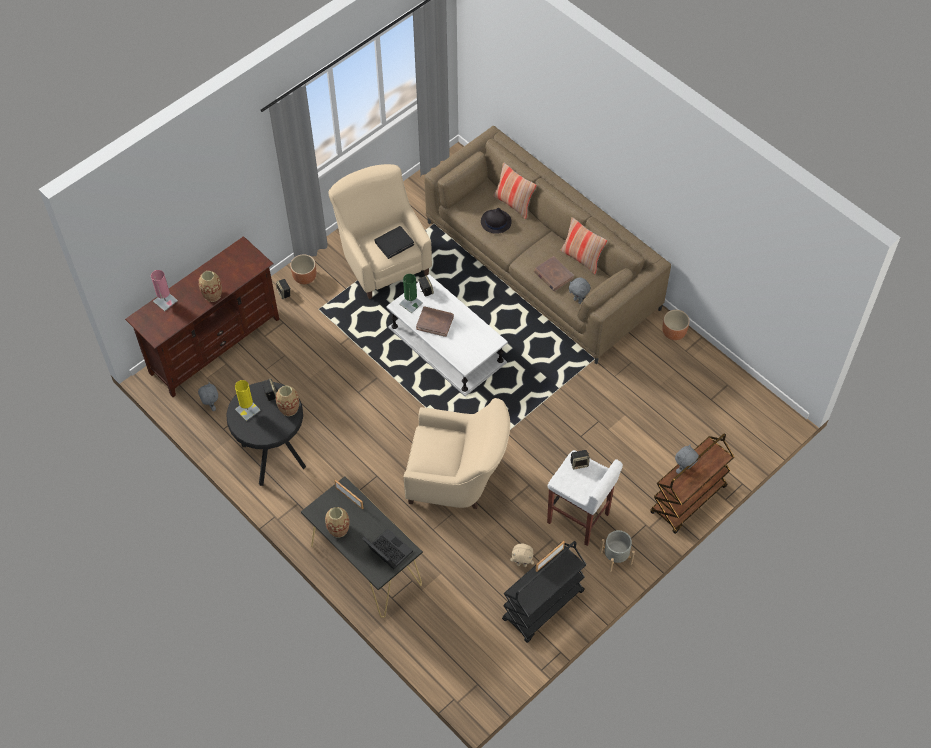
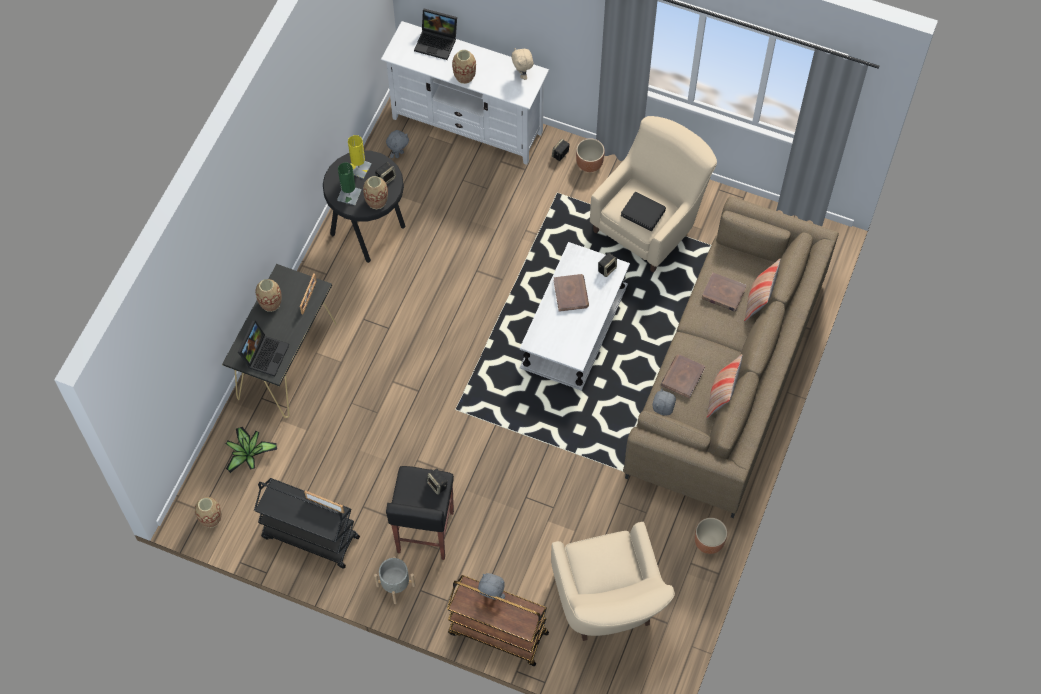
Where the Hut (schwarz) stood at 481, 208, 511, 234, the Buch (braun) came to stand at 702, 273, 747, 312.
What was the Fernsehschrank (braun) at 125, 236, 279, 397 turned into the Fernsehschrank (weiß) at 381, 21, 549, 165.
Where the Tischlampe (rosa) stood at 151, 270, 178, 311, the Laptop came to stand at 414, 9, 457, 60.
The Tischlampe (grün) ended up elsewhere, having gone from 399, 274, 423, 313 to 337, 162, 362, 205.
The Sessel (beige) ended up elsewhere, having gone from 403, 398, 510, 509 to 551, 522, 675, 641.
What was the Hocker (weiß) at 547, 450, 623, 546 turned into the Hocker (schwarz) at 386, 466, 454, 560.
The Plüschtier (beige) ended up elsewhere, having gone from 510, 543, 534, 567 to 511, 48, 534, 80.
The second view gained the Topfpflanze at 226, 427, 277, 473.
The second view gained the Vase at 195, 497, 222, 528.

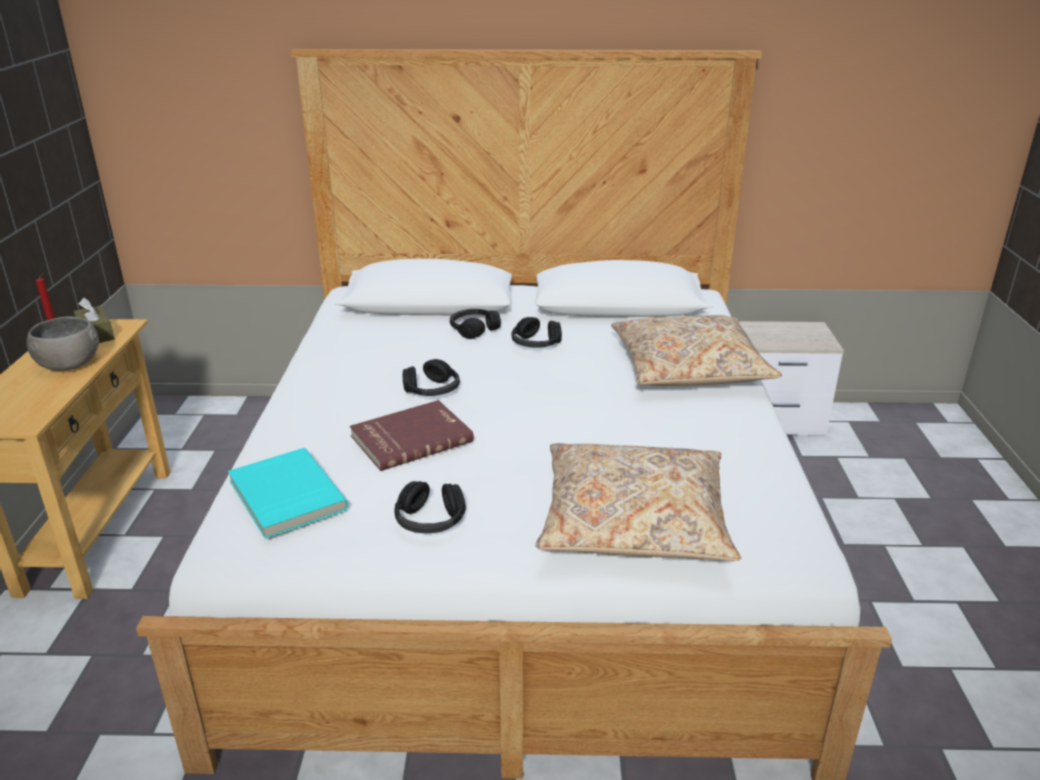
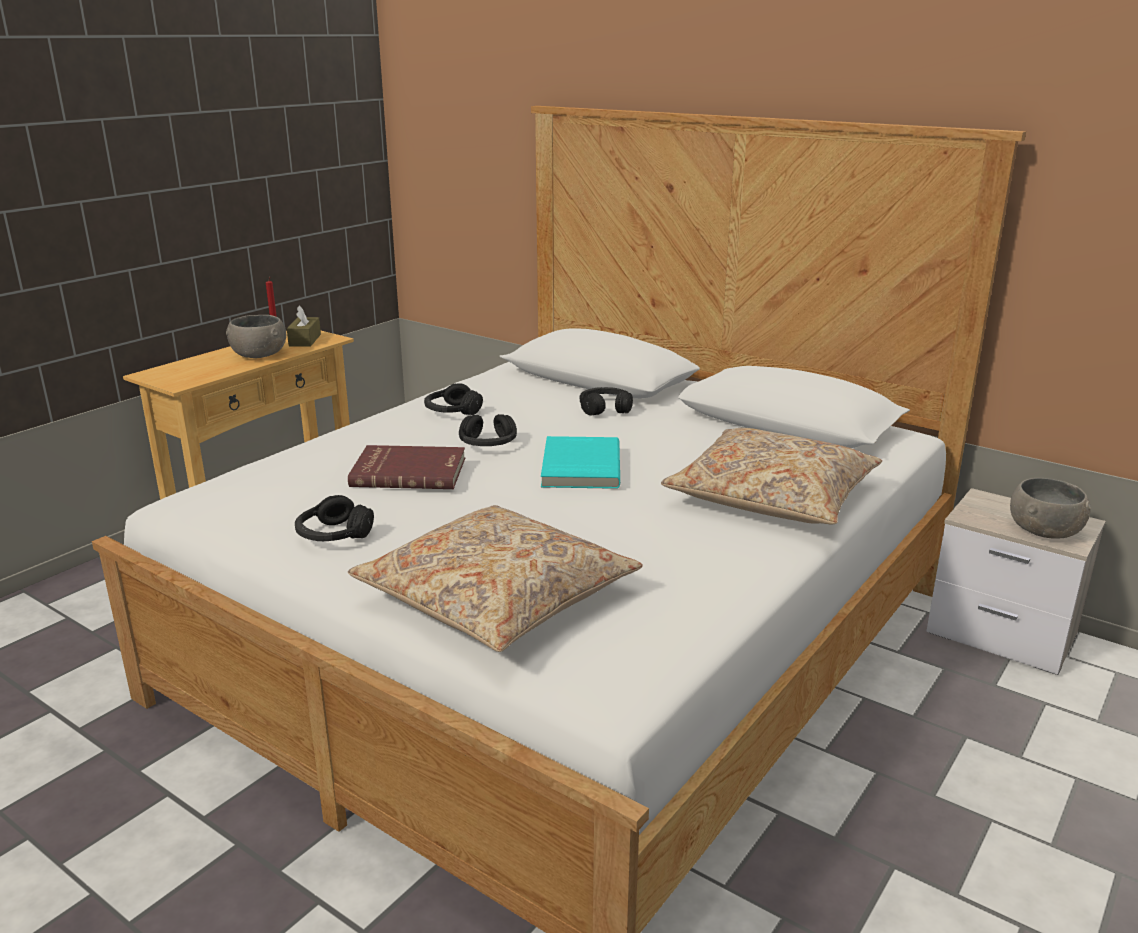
The Kopfhörer (schwarz) ended up elsewhere, having gone from 512, 317, 562, 348 to 424, 383, 483, 415.
The Buch (türkis) ended up elsewhere, having gone from 228, 448, 348, 539 to 541, 436, 620, 489.
The second view gained the Schüssel (grau) at 1010, 478, 1091, 538.

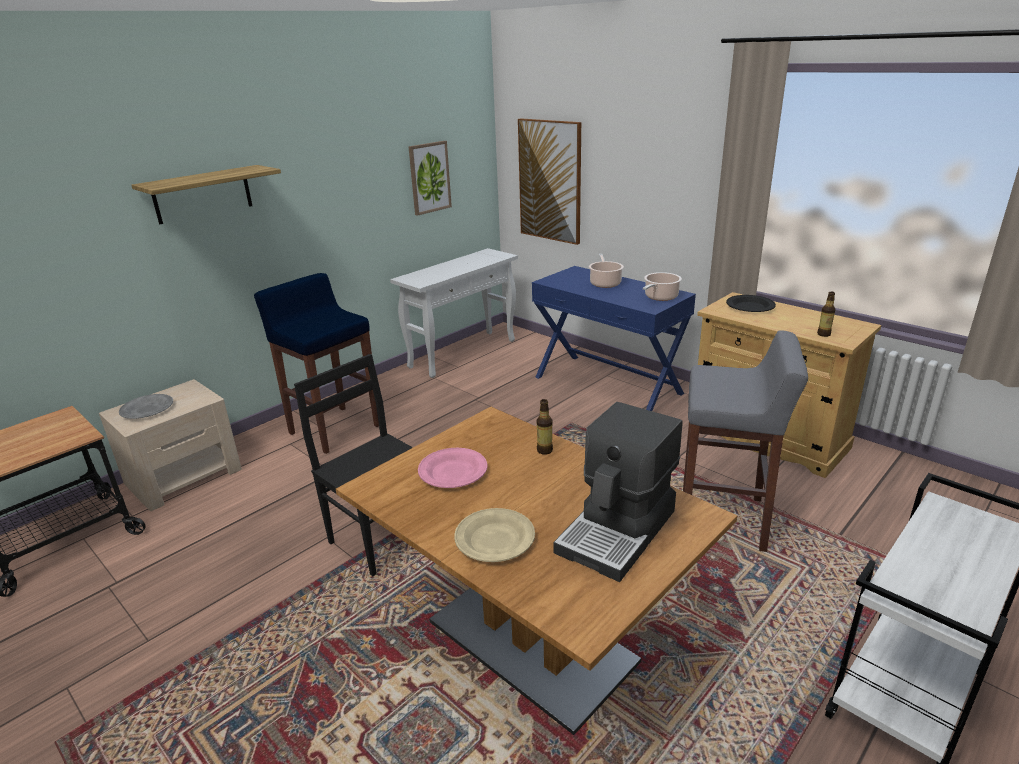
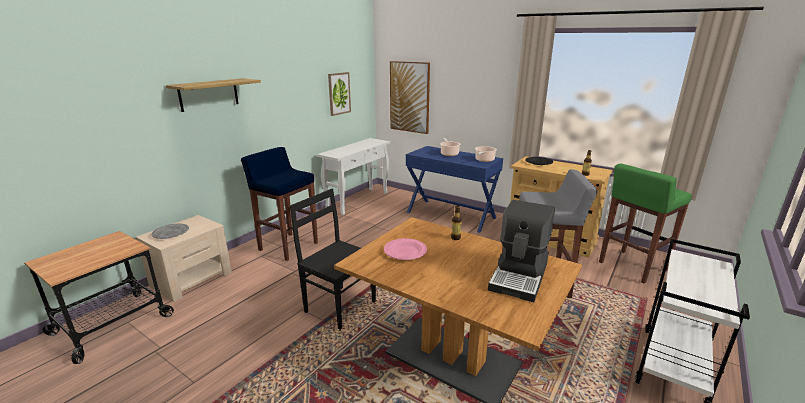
The second view lost the Teller (beige) at 454, 508, 535, 562.
The second view gained the Hocker (grün) at 599, 164, 692, 283.

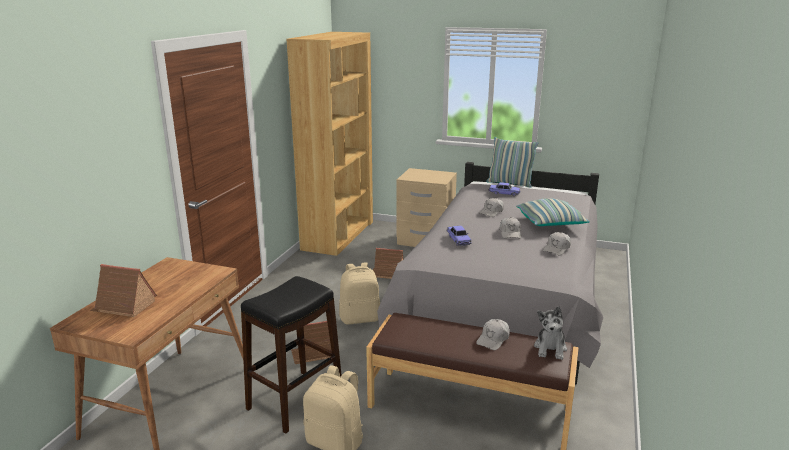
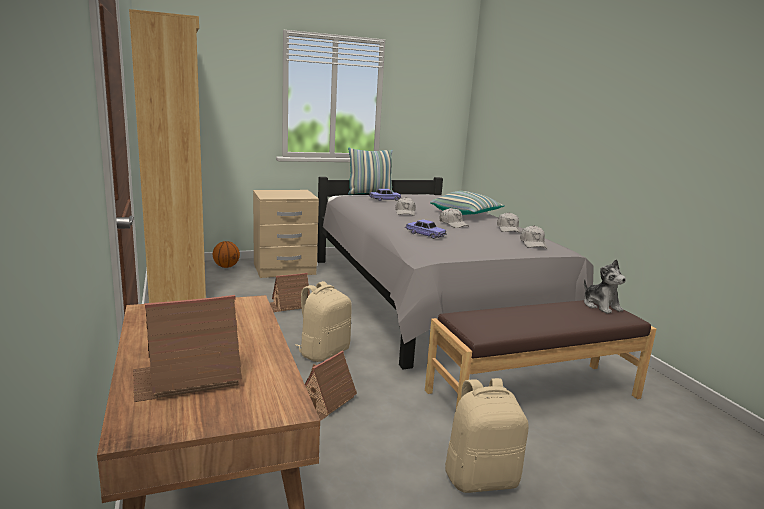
The second view lost the Hocker (schwarz) at 241, 276, 341, 434.
The Kappe (weiß) ended up elsewhere, having gone from 476, 319, 510, 350 to 520, 226, 547, 248.
The second view gained the Basketball at 213, 241, 240, 268.

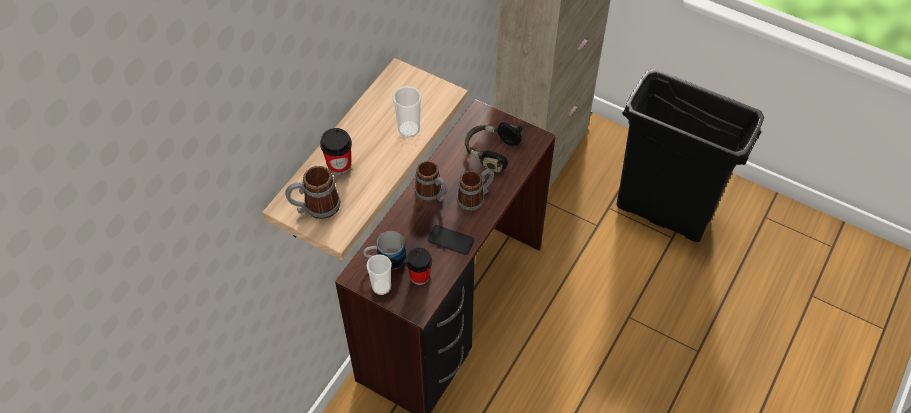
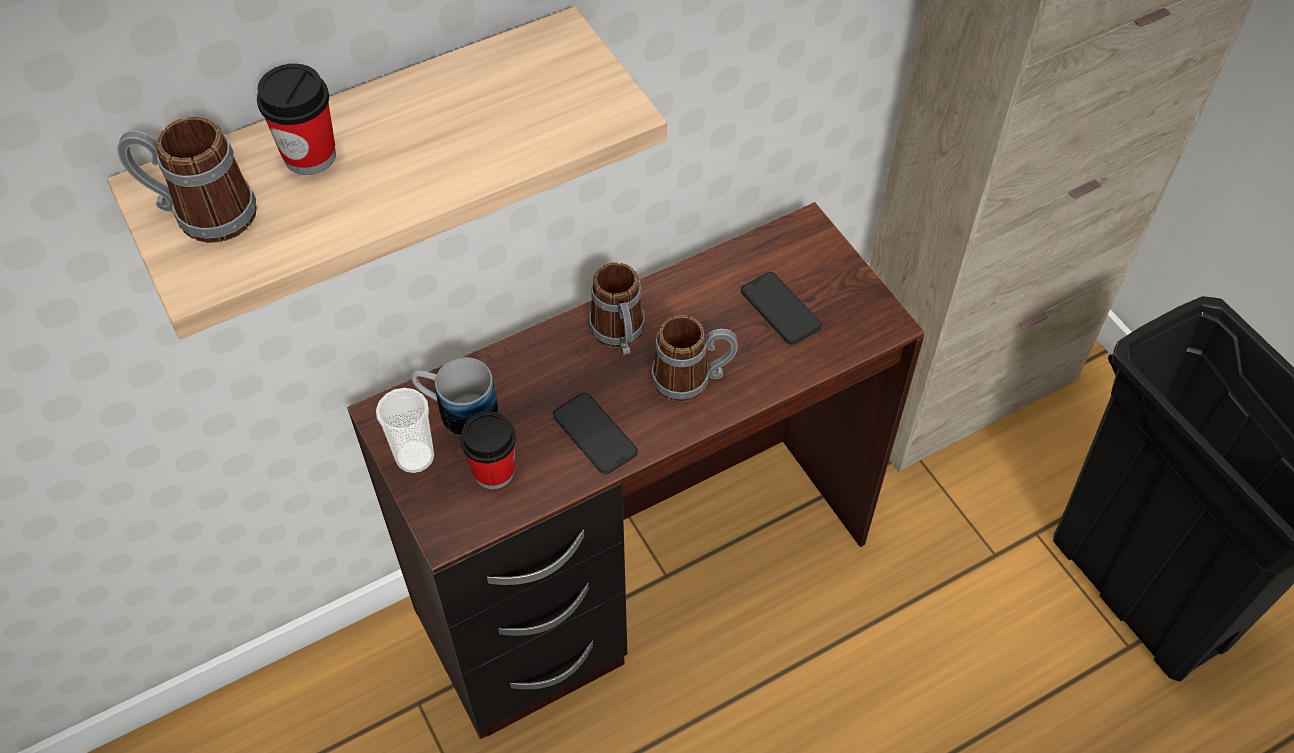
The second view lost the Tasse at 392, 86, 422, 138.
Where the Kopfhörer (schwarz) stood at 465, 122, 525, 173, the Handy came to stand at 741, 272, 822, 345.

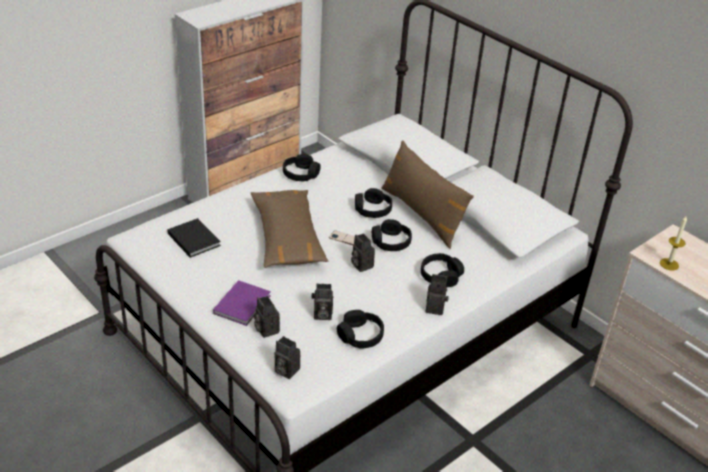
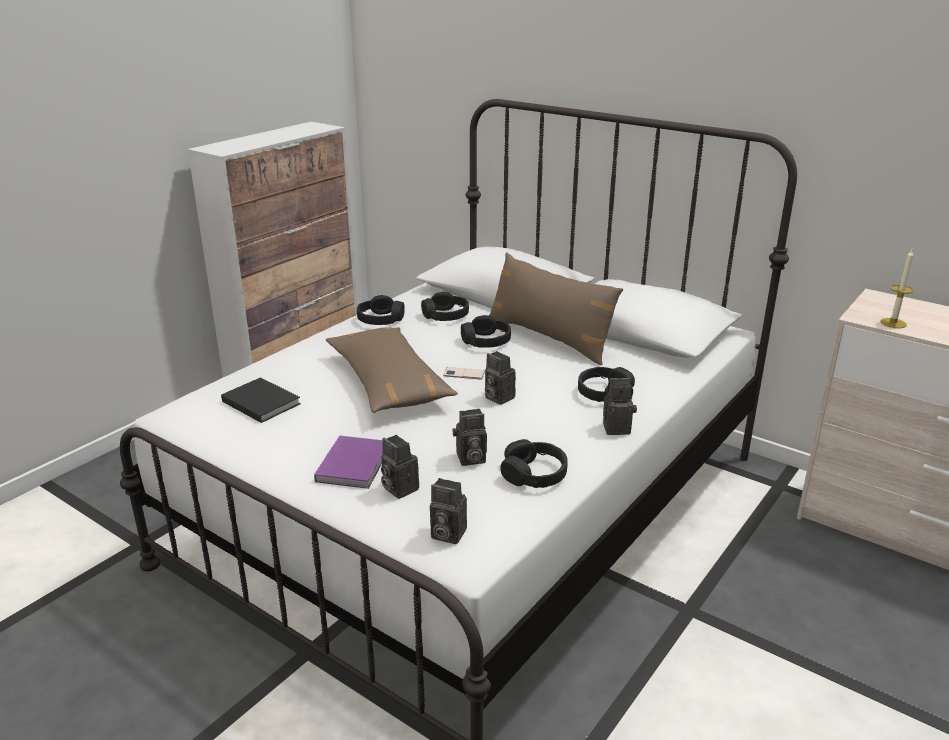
The Kopfhörer (schwarz) ended up elsewhere, having gone from 372, 219, 412, 251 to 421, 292, 469, 321.

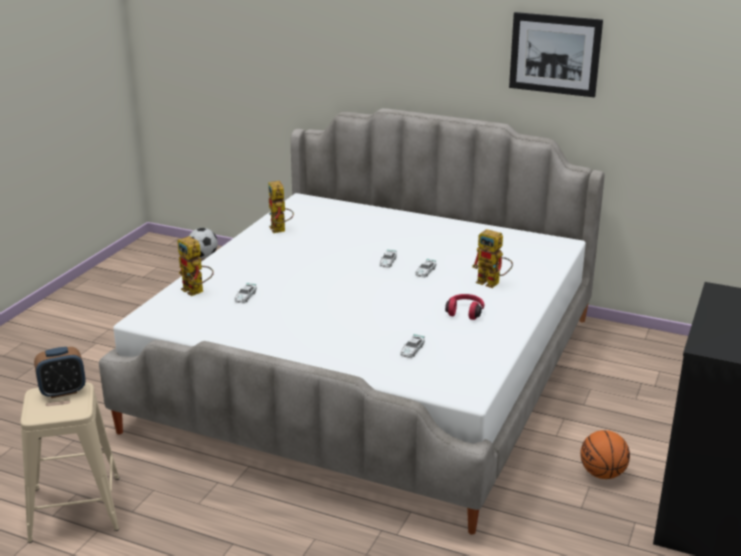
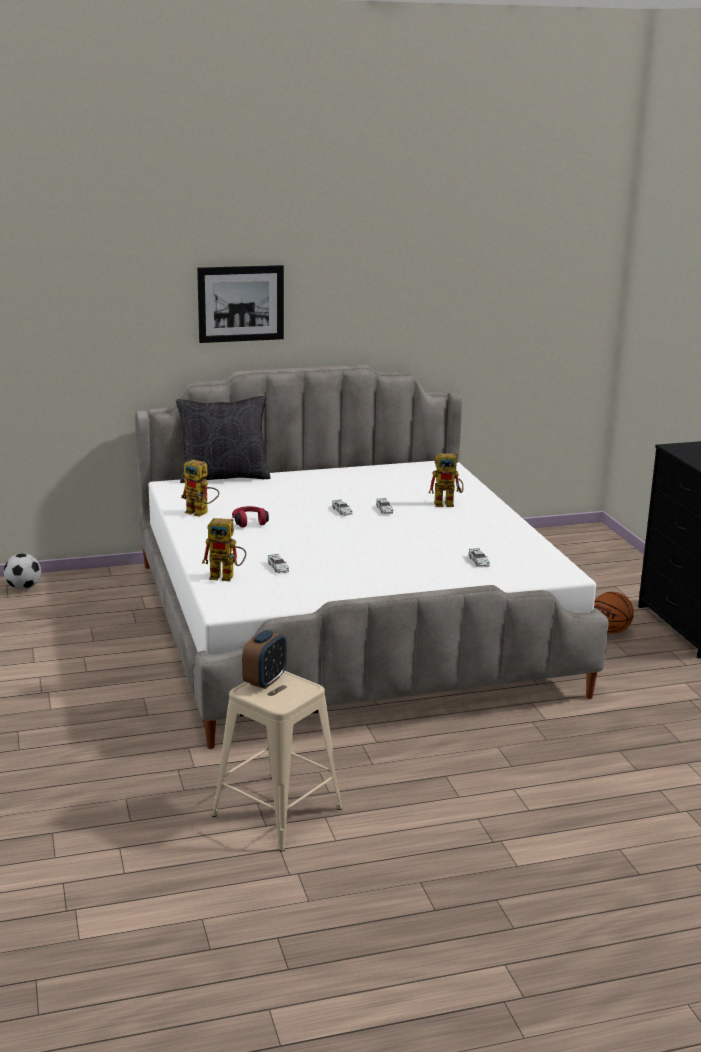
The Bild ended up elsewhere, having gone from 509, 12, 603, 97 to 197, 265, 284, 343.
The Kopfhörer (rot) ended up elsewhere, having gone from 445, 294, 484, 320 to 232, 506, 269, 527.
The second view gained the Kissen (schwarz) at 176, 396, 271, 483.

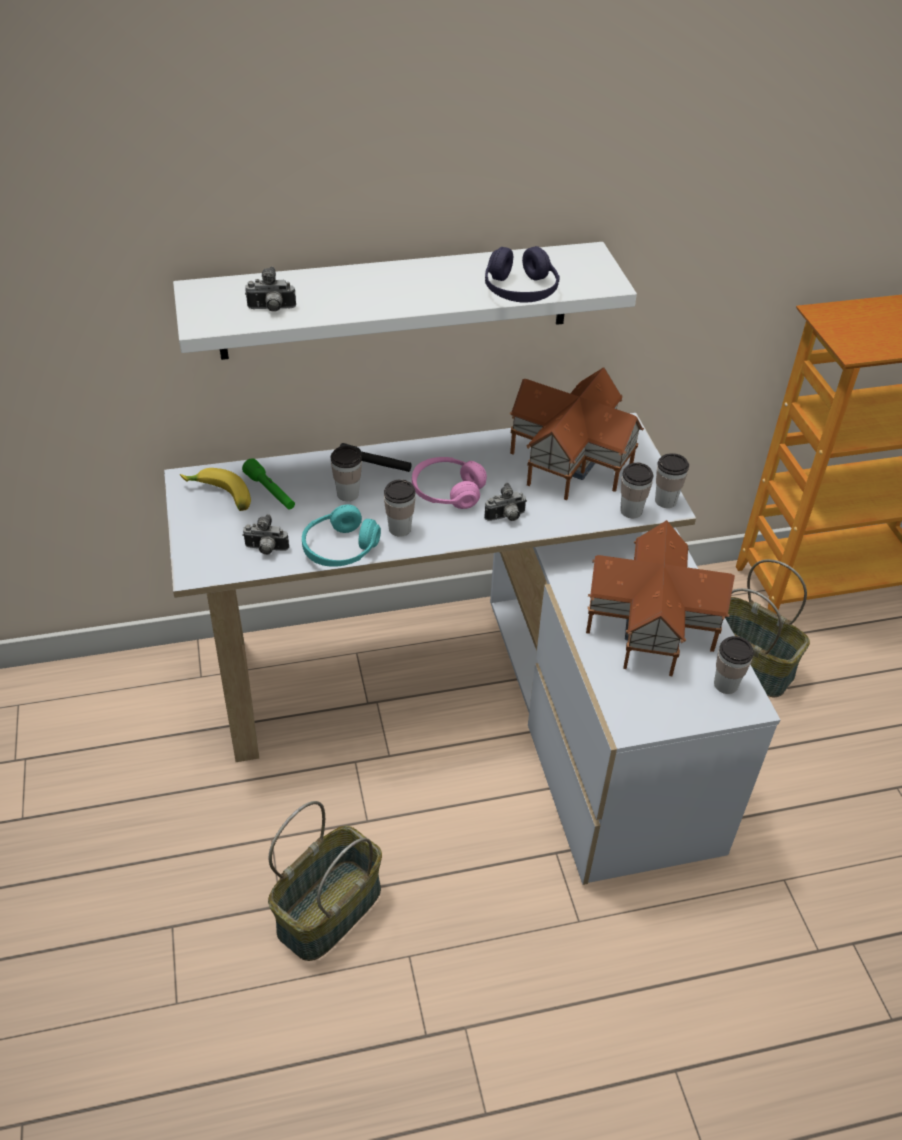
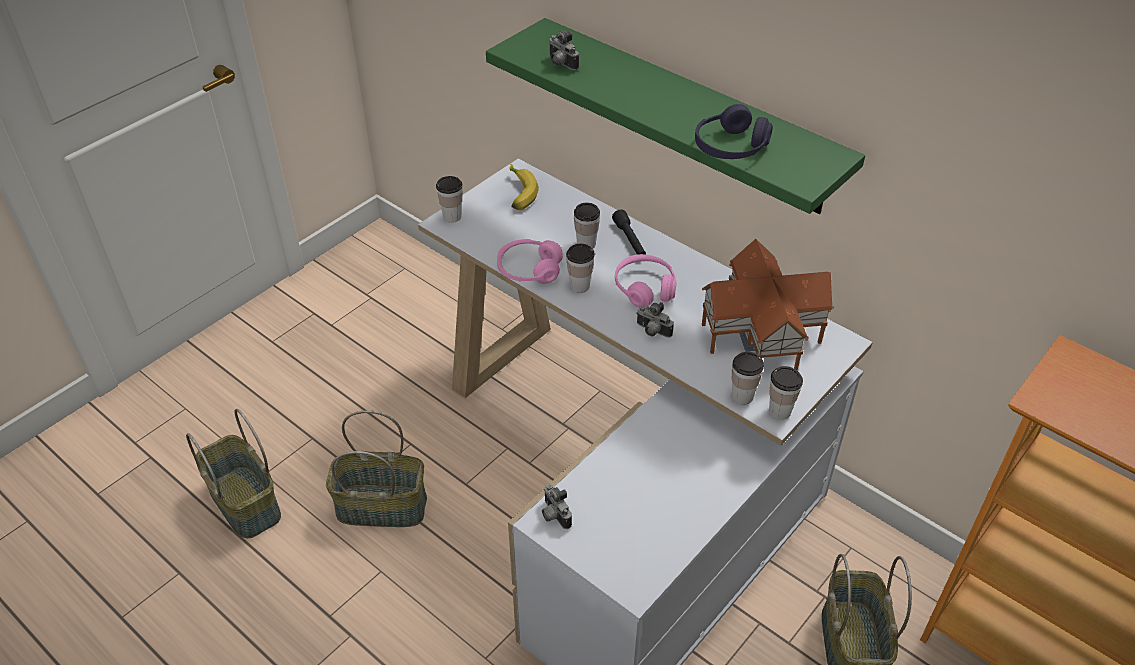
What was the Wandregal (weiß) at 173, 242, 637, 360 turned into the Wandregal (grün) at 486, 18, 865, 214.
The second view lost the Taschenlampe (grün) at 242, 458, 295, 510.
What was the Kopfhörer (türkis) at 302, 505, 381, 567 turned into the Kopfhörer (rosa) at 497, 239, 563, 284.
The Kamera ended up elsewhere, having gone from 242, 514, 289, 555 to 542, 484, 572, 529.
The second view lost the Spielzeughaus at 586, 520, 735, 676.
The Tasse ended up elsewhere, having gone from 714, 636, 754, 694 to 436, 176, 463, 223.
The second view gained the Korb at 186, 409, 281, 538.

